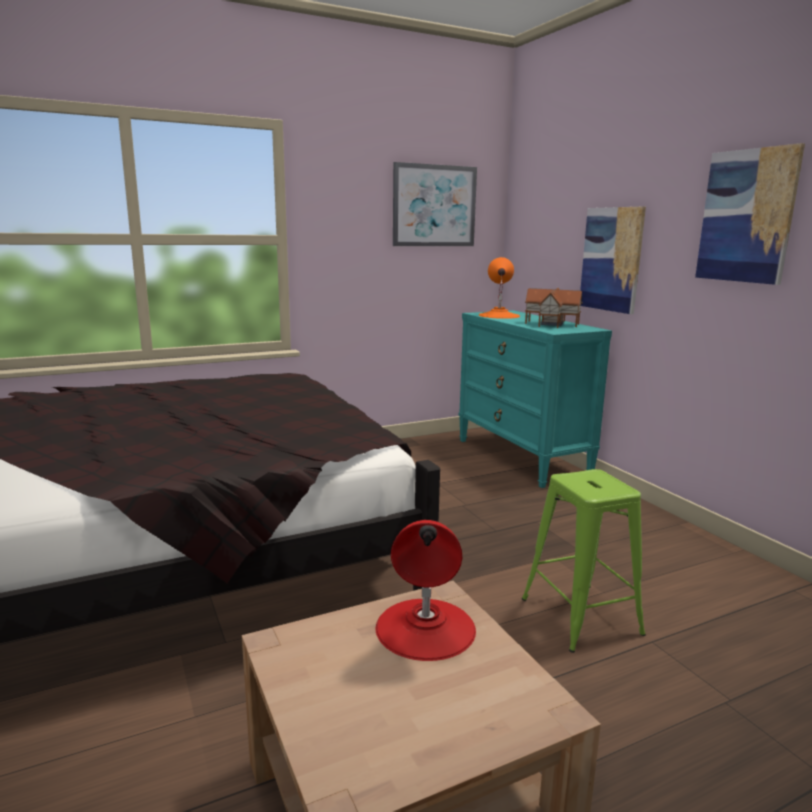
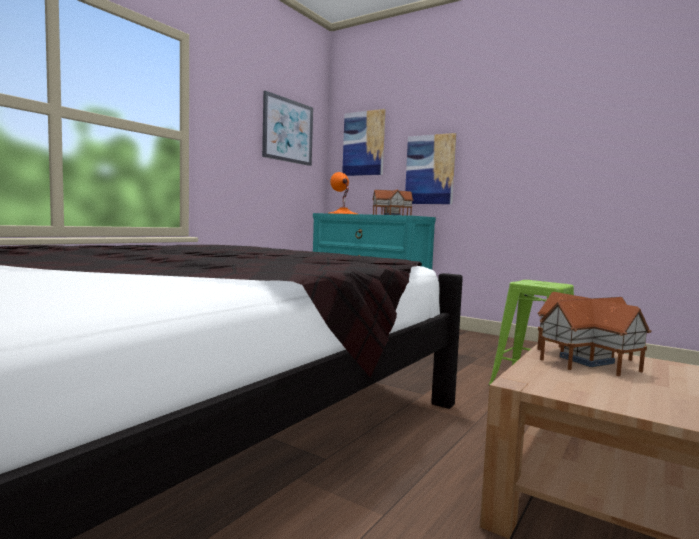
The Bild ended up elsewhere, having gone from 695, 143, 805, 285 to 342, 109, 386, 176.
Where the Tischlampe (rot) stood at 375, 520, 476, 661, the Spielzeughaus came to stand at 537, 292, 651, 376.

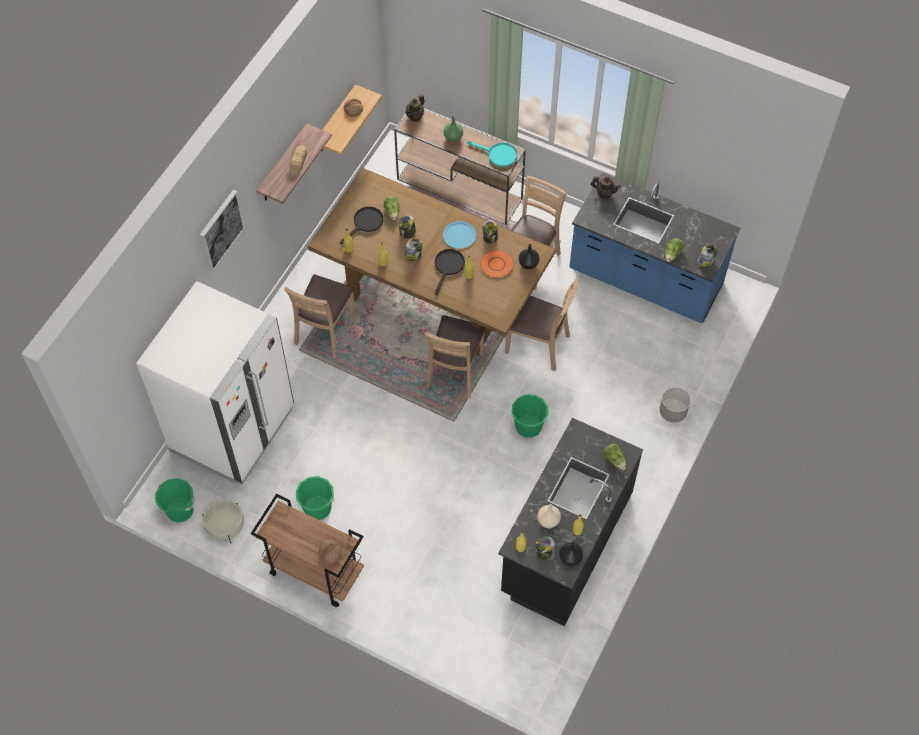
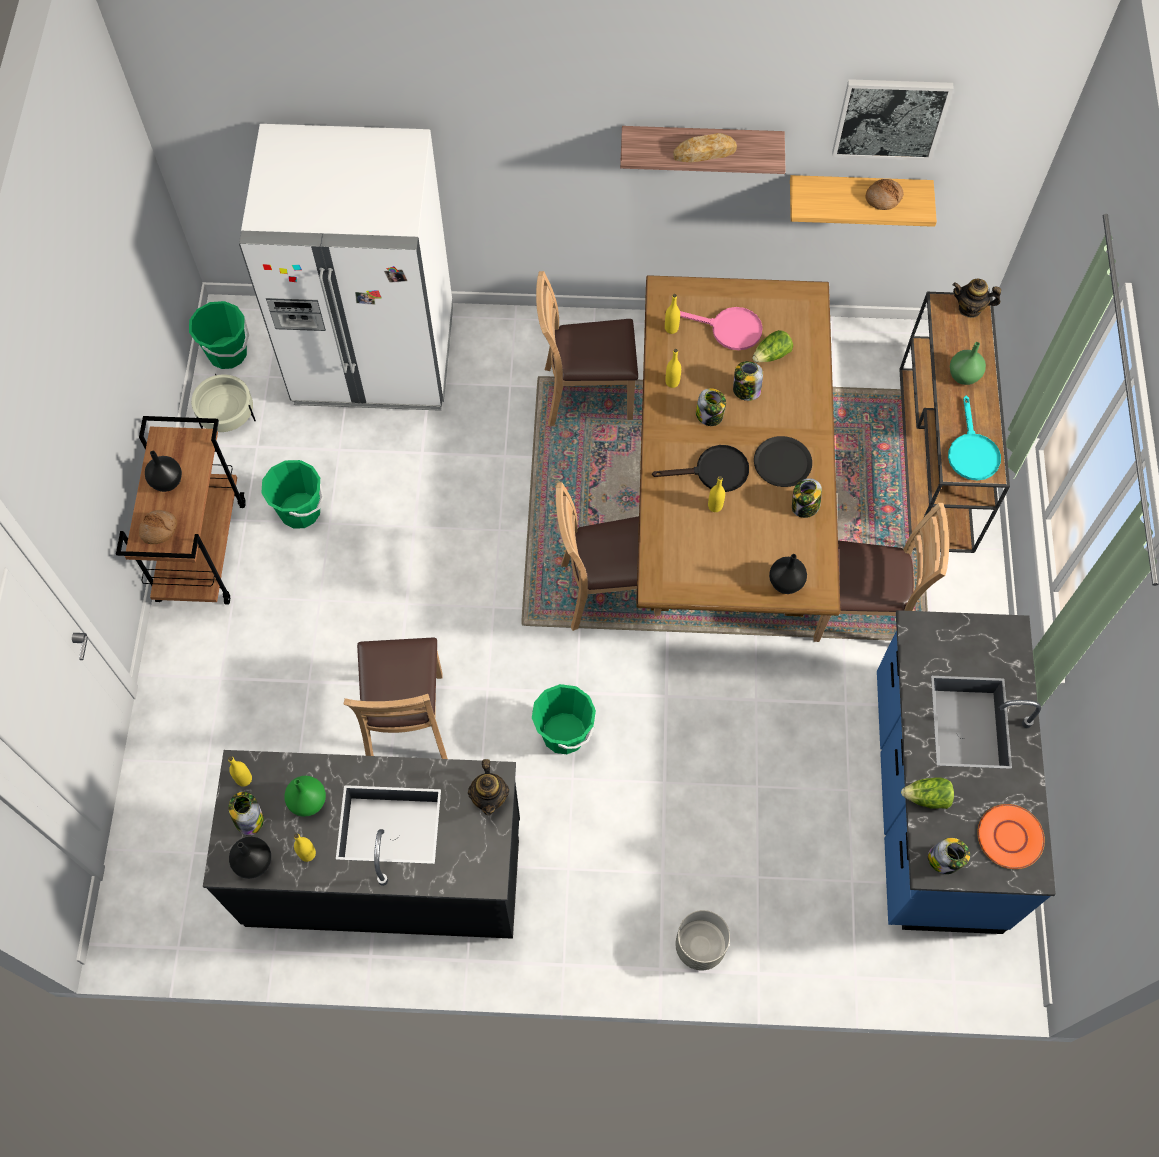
The Teekanne ended up elsewhere, having gone from 591, 176, 621, 199 to 468, 759, 509, 815.
The Bild ended up elsewhere, having gone from 200, 190, 245, 272 to 832, 79, 954, 160.
What was the Pfanne (schwarz) at 340, 207, 383, 244 turned into the Pfanne (rosa) at 680, 307, 763, 350.
What was the Teller (blau) at 443, 221, 476, 249 turned into the Teller (schwarz) at 754, 436, 812, 487.
The Teller (orange) ended up elsewhere, having gone from 480, 250, 514, 278 to 977, 804, 1045, 869.
The Stuhl (braun) ended up elsewhere, having gone from 505, 279, 578, 371 to 343, 638, 448, 759.
The second view lost the Salatkopf at 604, 444, 626, 470.
What was the Vase (beige) at 537, 504, 561, 528 turned into the Vase (grün) at 285, 776, 326, 817.
The second view gained the Vase (schwarz) at 145, 451, 182, 492.

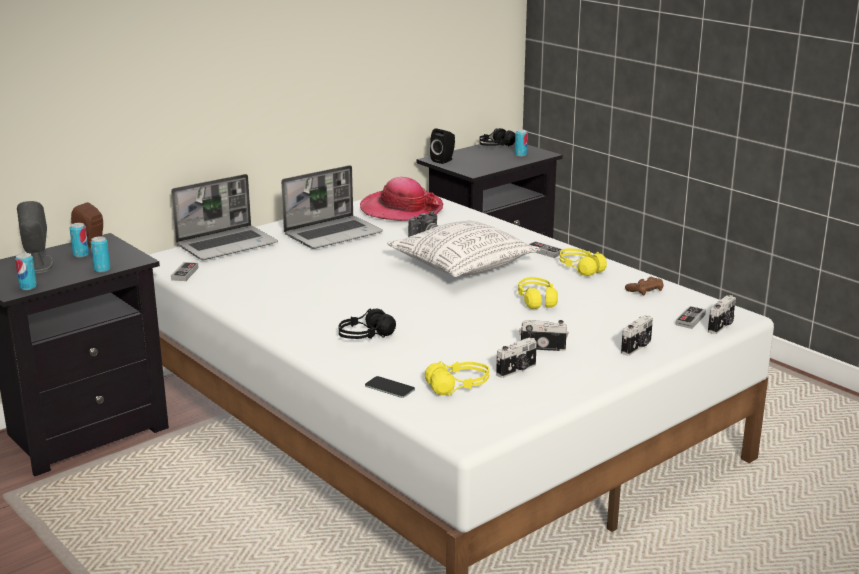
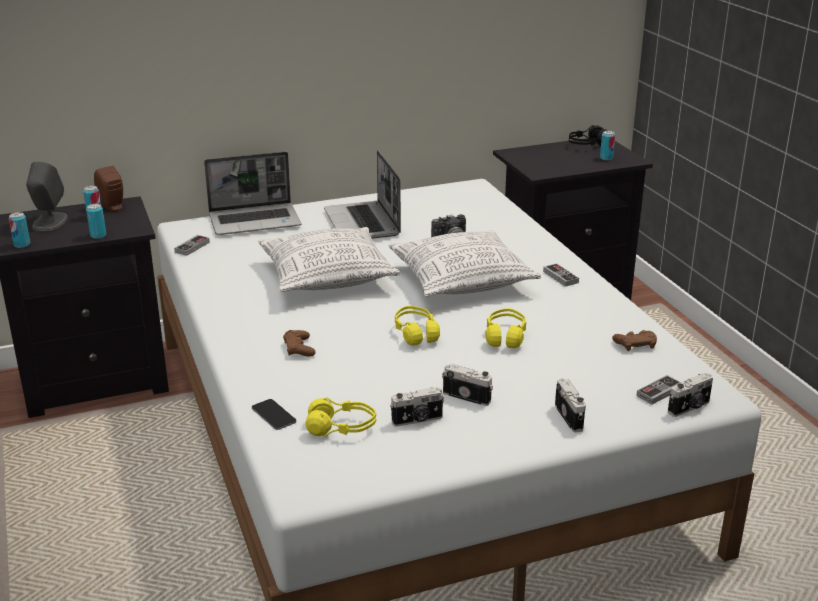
The second view lost the Lautsprecher (schwarz) at 430, 128, 455, 164.
The Laptop at 281, 165, 383, 249 ended up facing another way, 90 degrees clockwise from before.
The second view lost the Hut at 360, 177, 443, 221.
The Kopfhörer (gelb) ended up elsewhere, having gone from 560, 248, 607, 276 to 395, 306, 440, 345.
Where the Kopfhörer (schwarz) stood at 339, 308, 396, 339, the Gamepad (braun) came to stand at 283, 330, 316, 357.
The Kamera at 621, 315, 653, 356 ended up facing another way, 75 degrees counterclockwise from before.
The second view gained the Kissen at 258, 227, 400, 292.

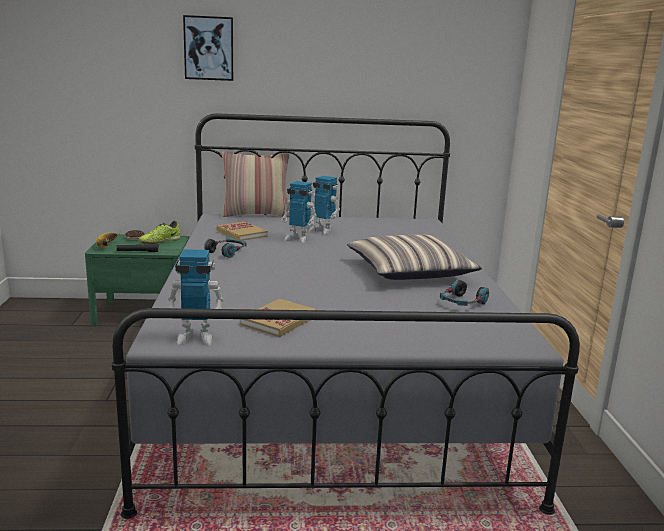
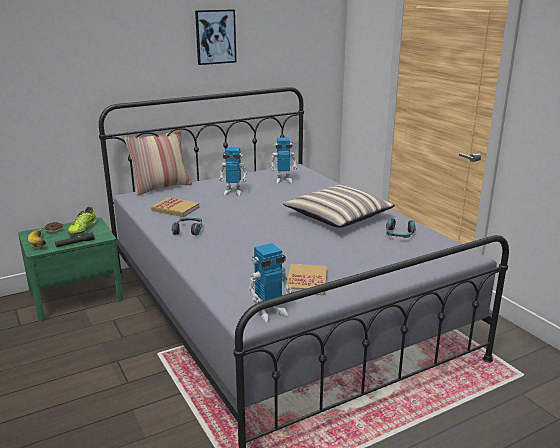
The Bild ended up elsewhere, having gone from 183, 15, 233, 81 to 195, 9, 236, 65.
The Spielzeugroboter ended up elsewhere, having gone from 281, 181, 317, 243 to 270, 137, 297, 184.

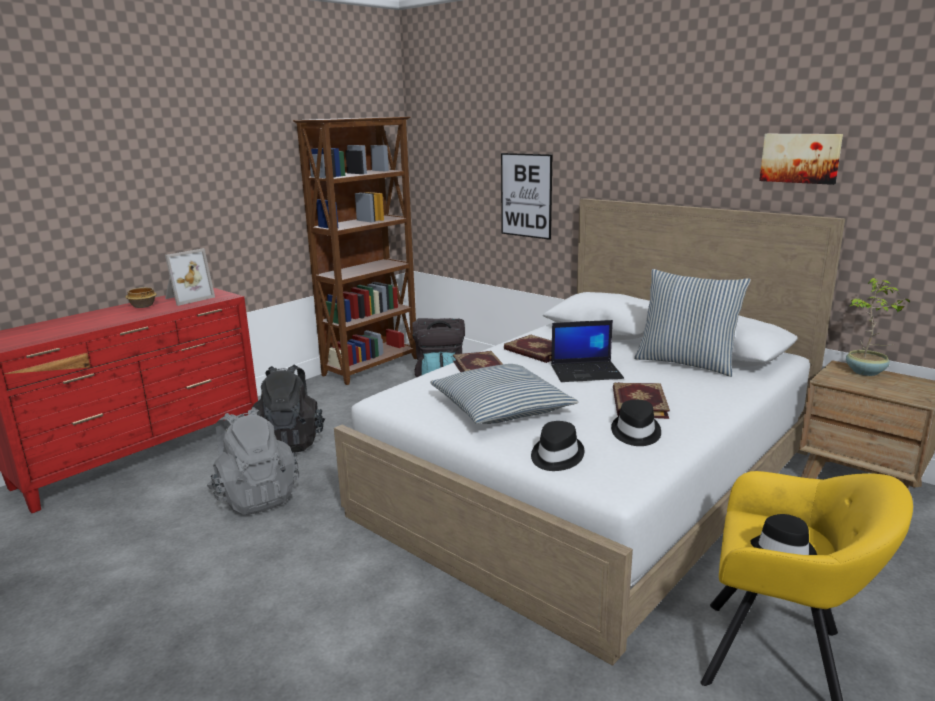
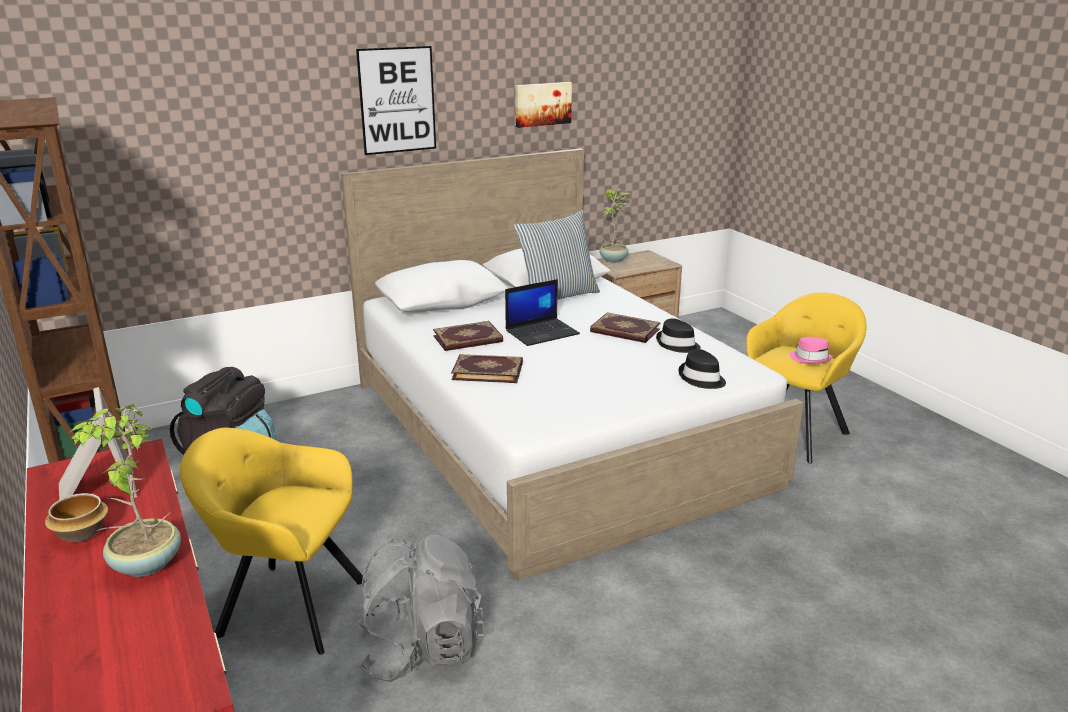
The Bild ended up elsewhere, having gone from 501, 153, 552, 240 to 356, 46, 436, 155.
The Laptop at 551, 320, 624, 382 ended up facing another way, 45 degrees clockwise from before.
The second view lost the Kissen at 430, 364, 578, 424.
Where the Rucksack (schwarz) stood at 251, 365, 325, 453, the Sessel (gelb) came to stand at 180, 428, 367, 655.
What was the Hut (schwarz) at 750, 514, 817, 555 turned into the Hut (rosa) at 790, 337, 833, 364.
The second view gained the Topfpflanze at 70, 404, 181, 577.

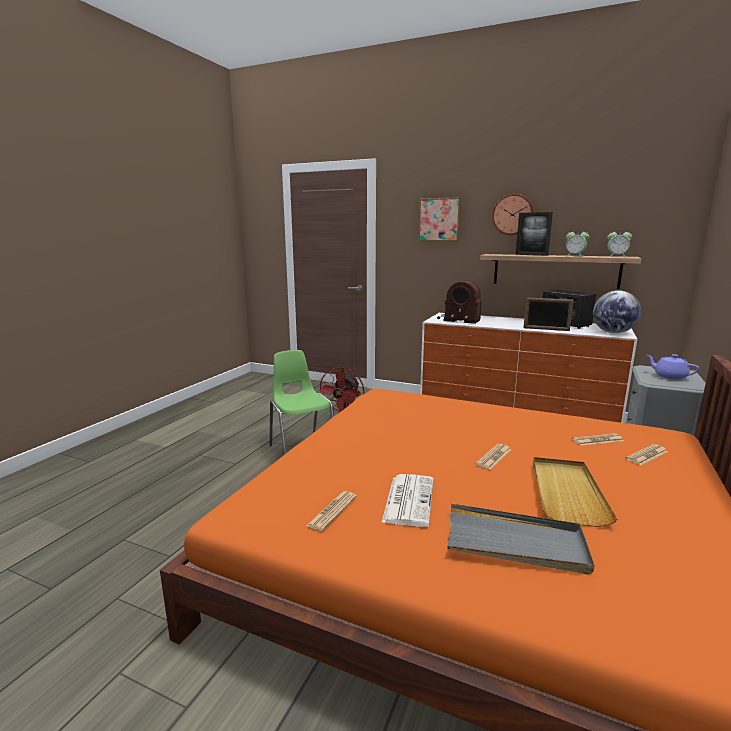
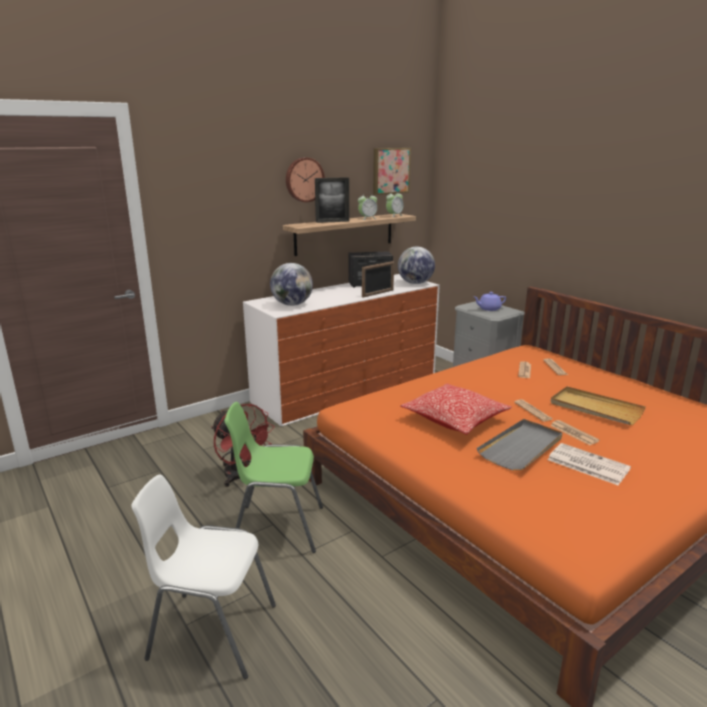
The Bild ended up elsewhere, having gone from 418, 197, 461, 241 to 373, 148, 411, 195.
Where the Radio stood at 437, 280, 482, 324, the Globus came to stand at 270, 263, 313, 306.
The Zeitung ended up elsewhere, having gone from 306, 491, 357, 531 to 550, 420, 600, 445.
The Tablett (grau) ended up elsewhere, having gone from 447, 503, 595, 575 to 477, 419, 563, 471.
The second view gained the Kissen at 400, 383, 511, 435.
The second view gained the Stuhl (weiß) at 132, 474, 276, 679.

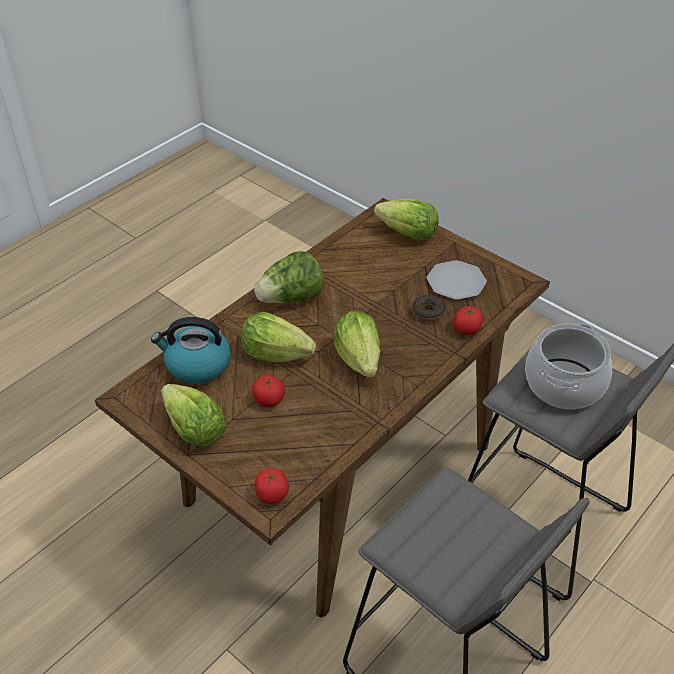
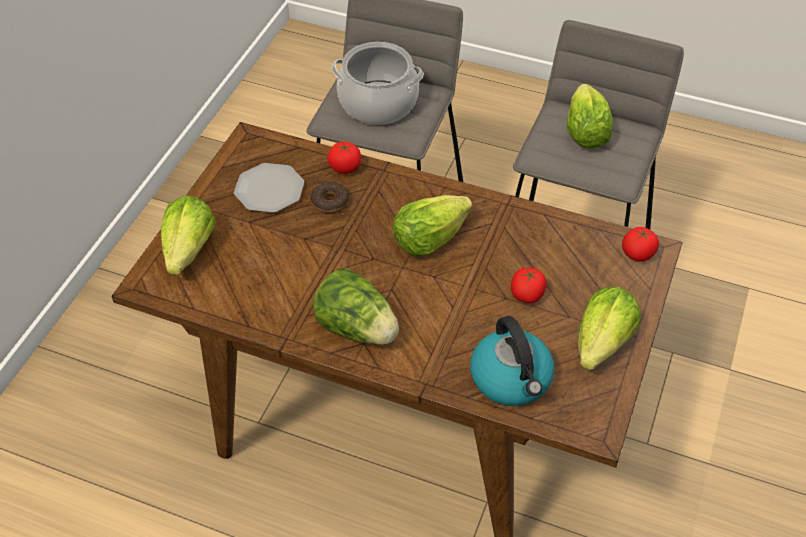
The Salatkopf ended up elsewhere, having gone from 241, 312, 316, 362 to 567, 84, 613, 149.

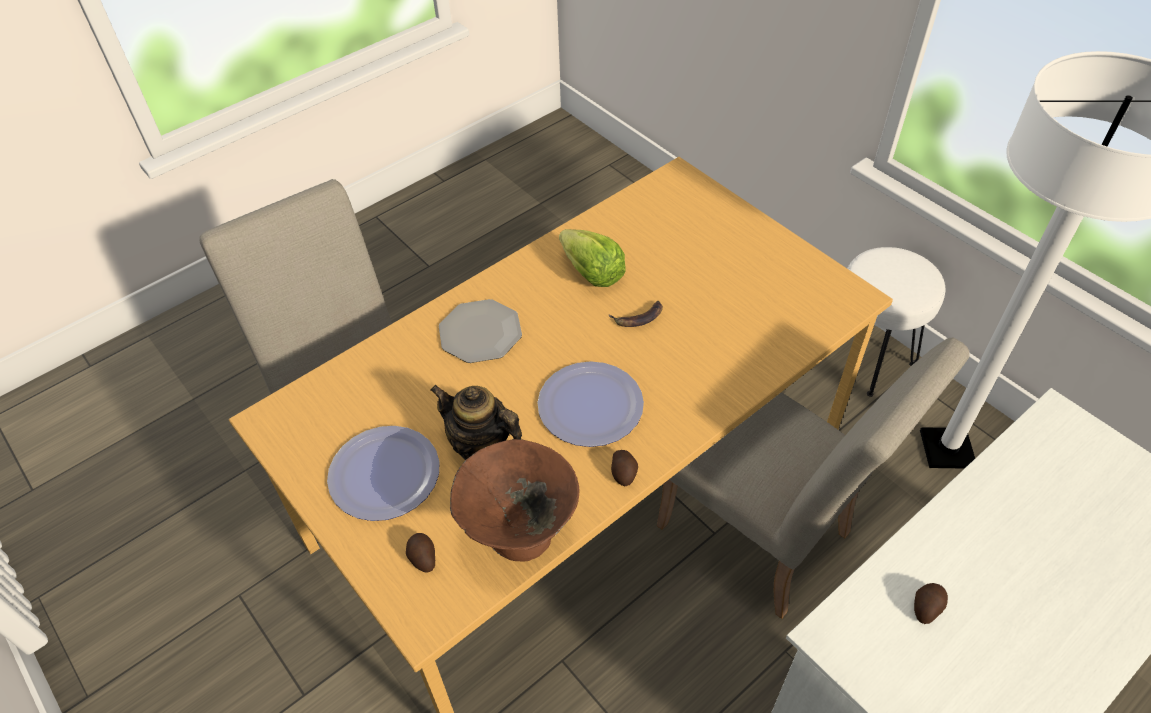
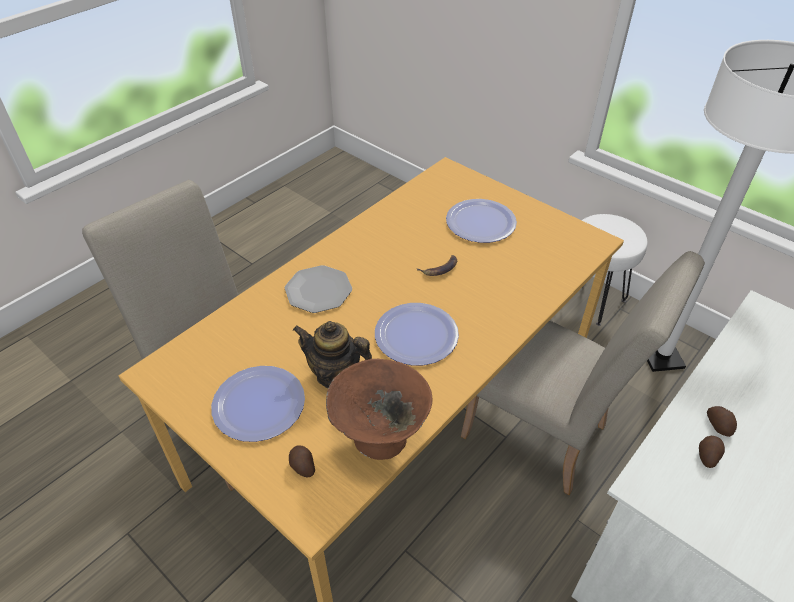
The second view lost the Salatkopf at 559, 229, 626, 287.
The Kartoffel ended up elsewhere, having gone from 611, 450, 638, 486 to 707, 406, 737, 437.
The second view gained the Teller at 446, 199, 517, 243.

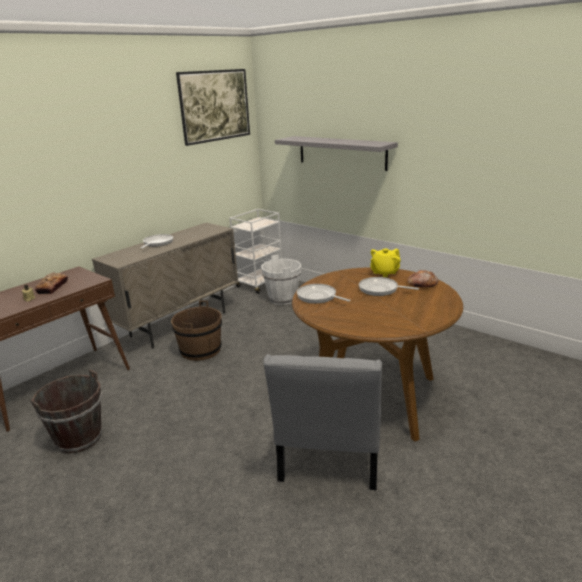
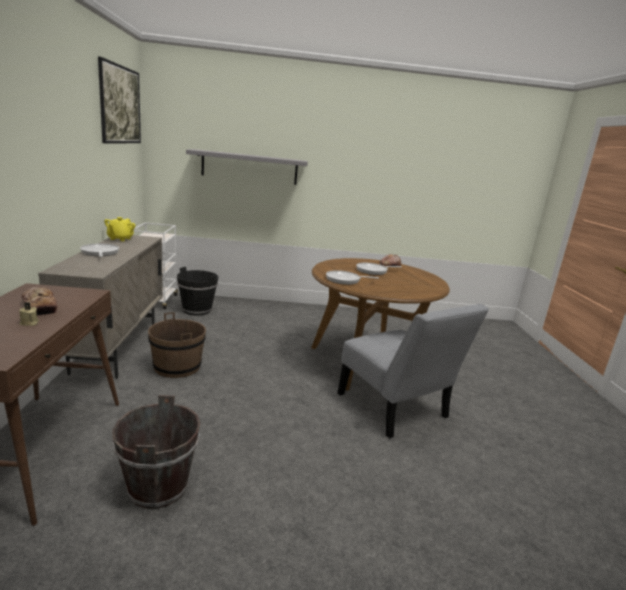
The Teekanne (gelb) ended up elsewhere, having gone from 370, 249, 401, 277 to 104, 217, 136, 241.
What was the Eimer (weiß) at 261, 255, 301, 305 turned into the Eimer (schwarz) at 177, 267, 218, 315.

